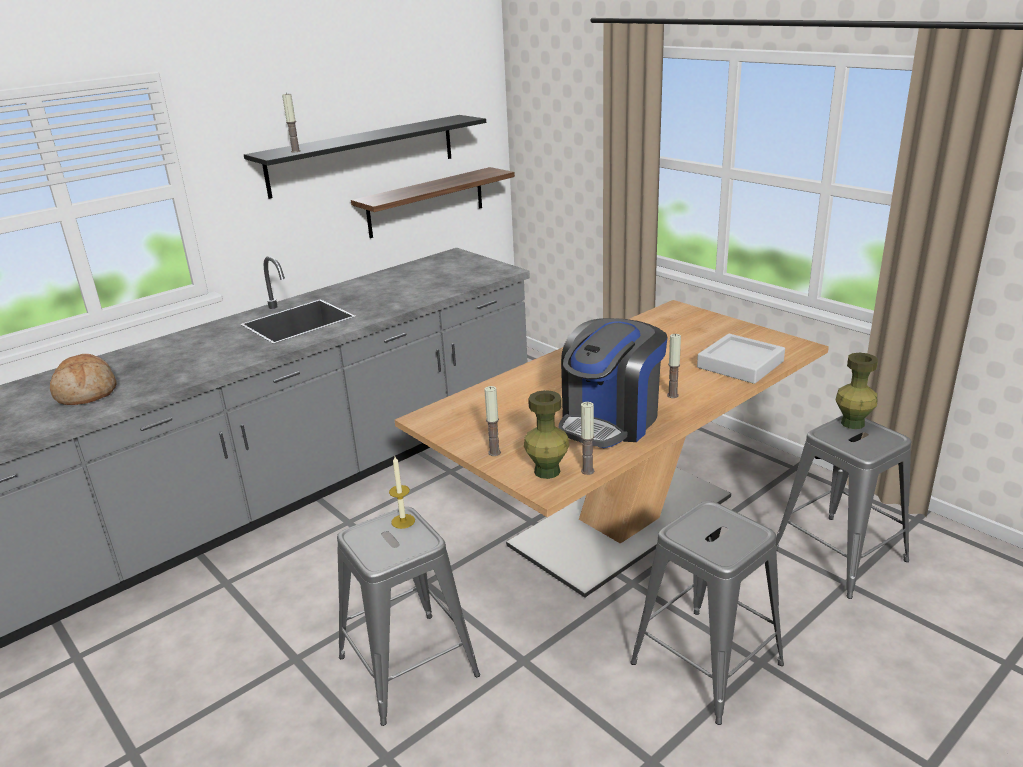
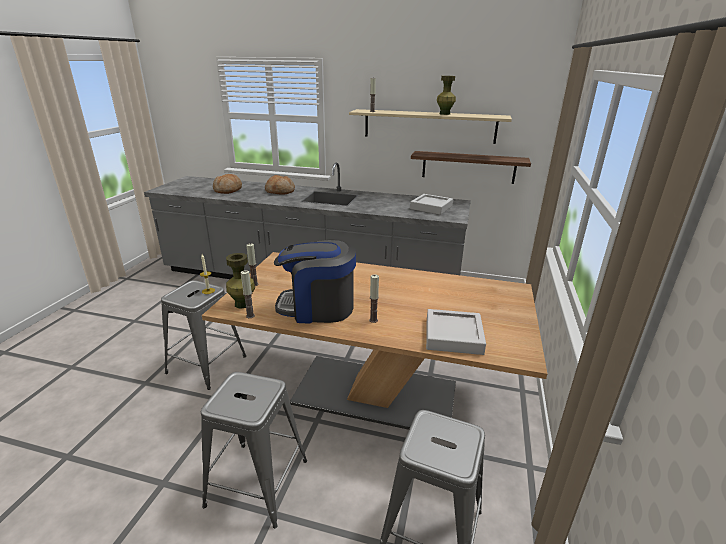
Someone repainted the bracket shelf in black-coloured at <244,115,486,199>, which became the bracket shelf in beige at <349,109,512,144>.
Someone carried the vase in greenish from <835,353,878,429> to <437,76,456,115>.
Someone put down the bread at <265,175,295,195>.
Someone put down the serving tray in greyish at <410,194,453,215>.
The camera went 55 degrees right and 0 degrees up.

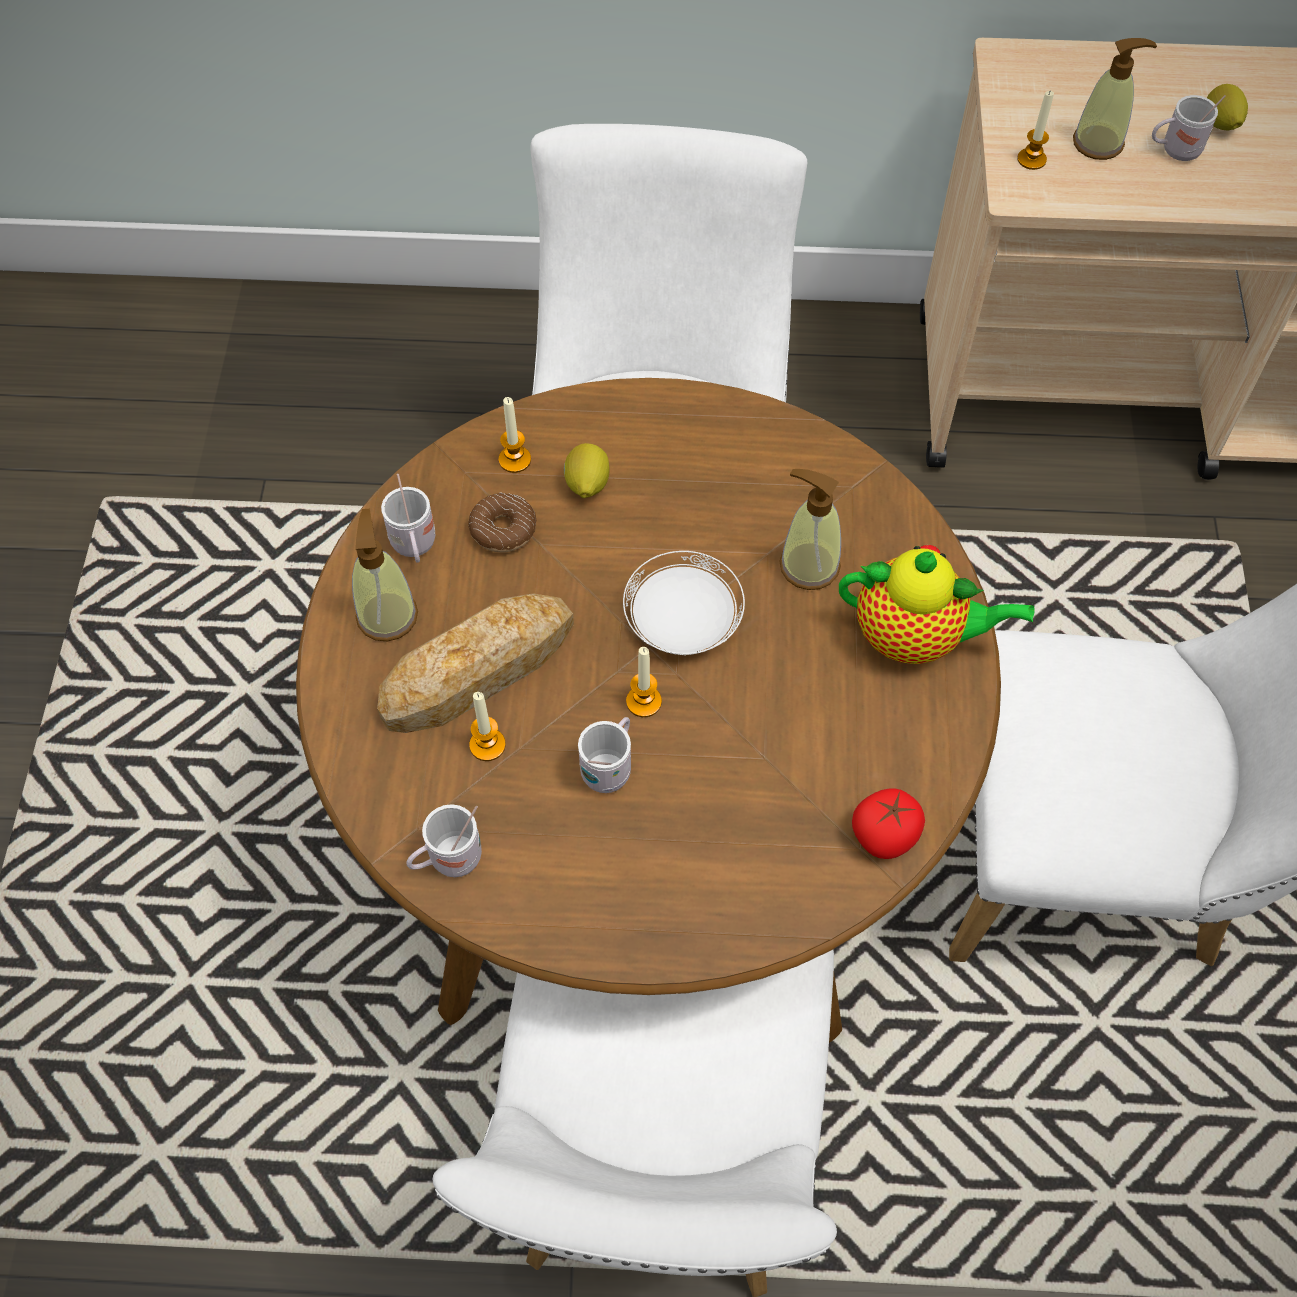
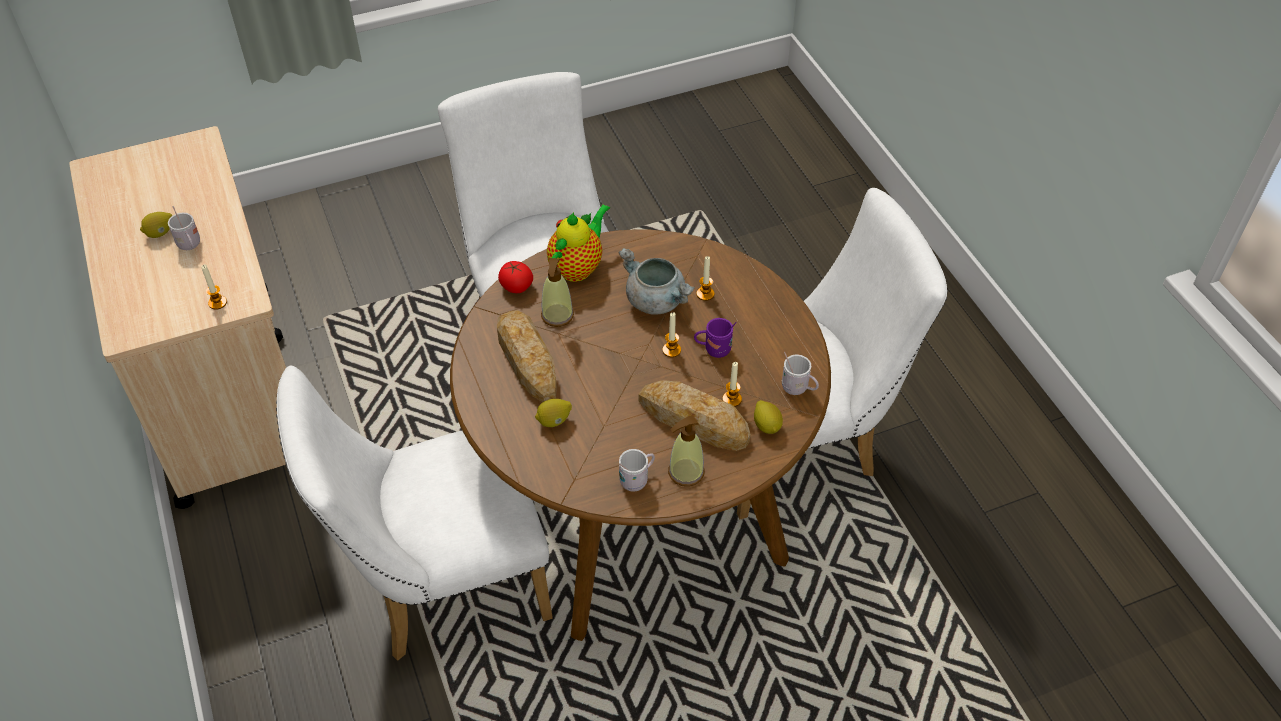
Someone took away the soap dispenser at <1073,38,1157,160>.
Someone carried the wax candle from <499,397,531,473> to <696,256,714,301>.
Someone took away the ring doughnut at <468,493,536,552>.
Someone rotated the pot for tea at <839,545,1035,664> by 45 degrees clockwise.
Someone took away the plate in whitish at <623,551,745,655>.
Someone repainted the mug in whitish at <578,717,631,793>, which became the mug in purple-coloured at <694,318,737,358>.
Someone carried the fresh tomato from <852,788,925,859> to <498,261,533,293>.
Someone put down the cooking pot in greyish at <619,248,695,315>.
Someone put down the bread at <497,310,557,402>.
Someone put down the lemon at <754,400,783,434>.
The camera went 115 degrees left and 10 degrees down.

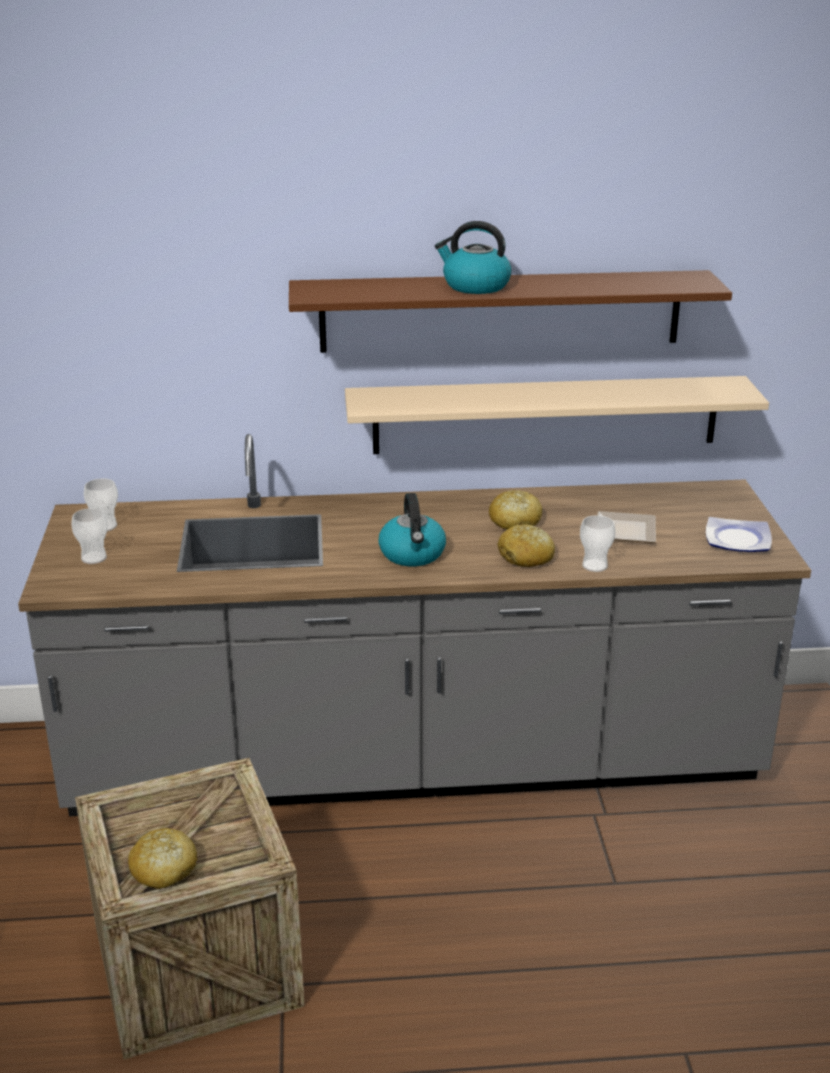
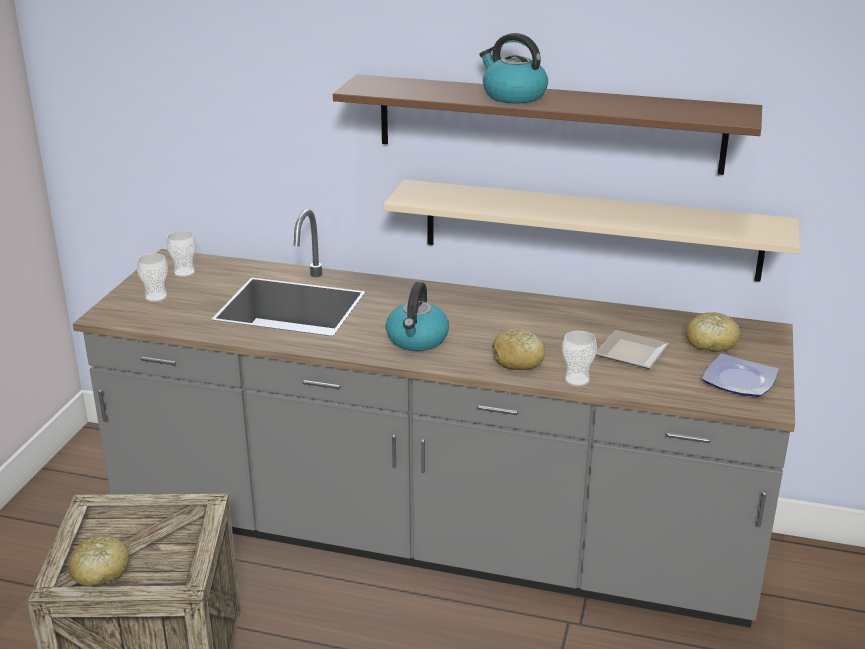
Someone carried the bread from <489,490,542,529> to <685,312,740,352>.
The camera went 20 degrees right and 0 degrees up.

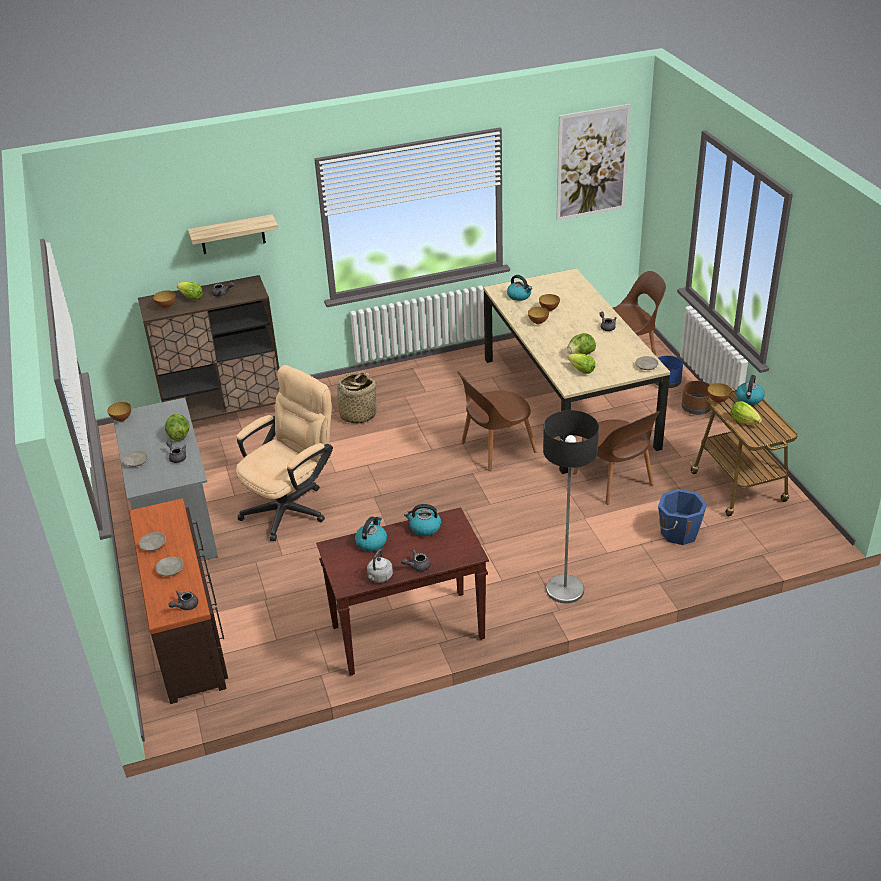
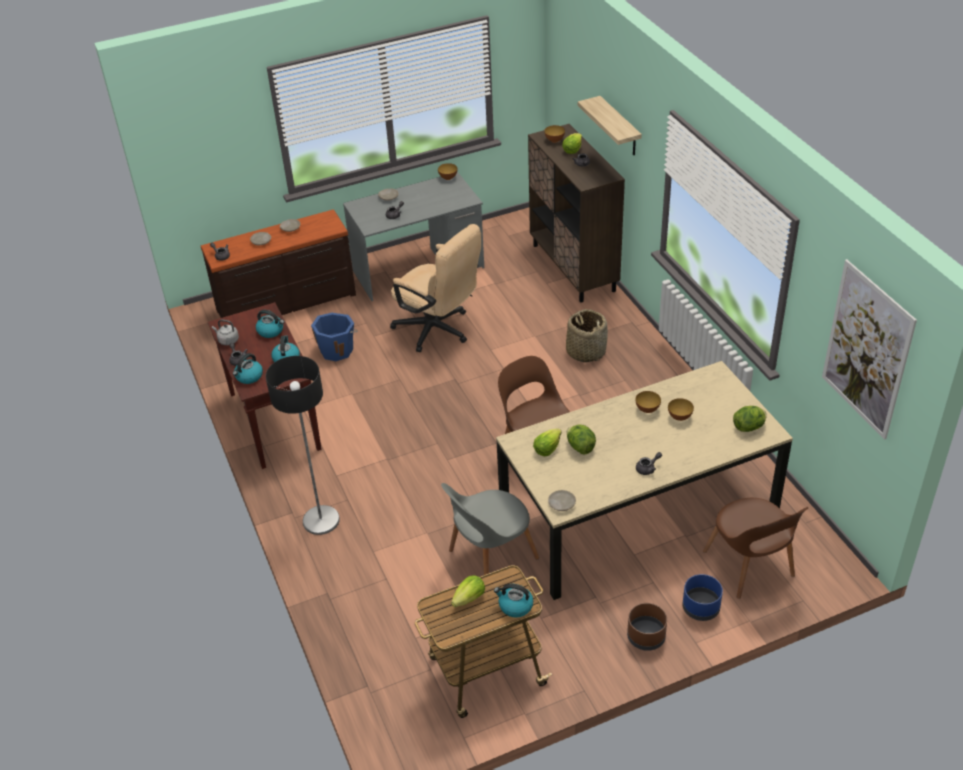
Someone carried the kettle from <507,275,532,301> to <233,353,263,384>.
Someone took away the serving bowl at <707,383,731,403>.
Someone repainted the chair in brown at <573,411,660,505>, which became the chair in greyish at <441,483,539,575>.
Someone carried the head of lettuce from <165,414,189,441> to <733,406,767,432>.
Someone carried the pail in bluish from <658,489,707,545> to <311,313,358,361>.
The camera went 85 degrees right and 5 degrees up.

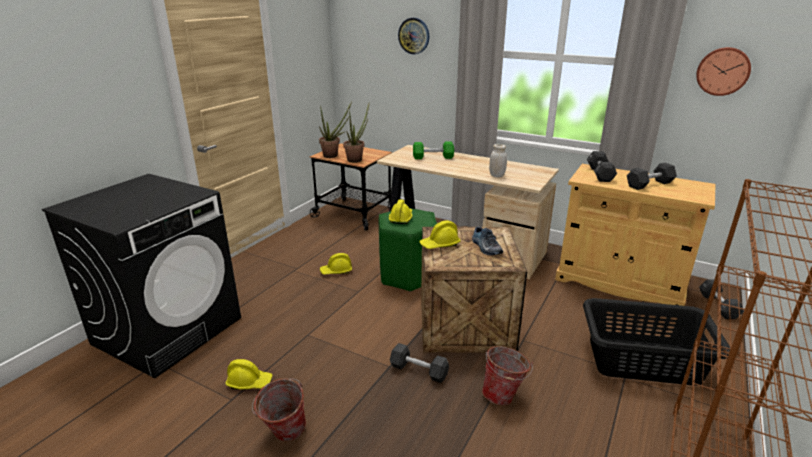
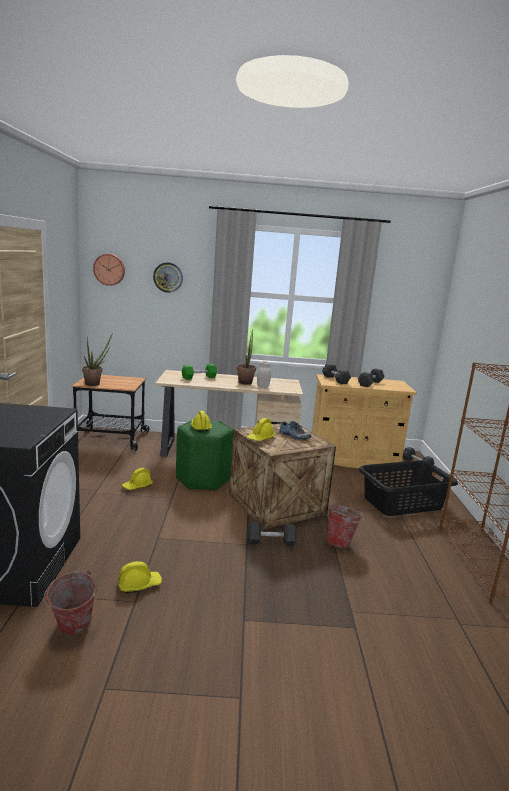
Someone carried the clock on the wall from <696,47,751,96> to <93,254,125,286>.
Someone carried the potted plant from <343,104,369,163> to <237,330,256,385>.
Someone carried the pail from <252,378,306,442> to <43,570,97,635>.
The camera went 30 degrees left and 10 degrees down.

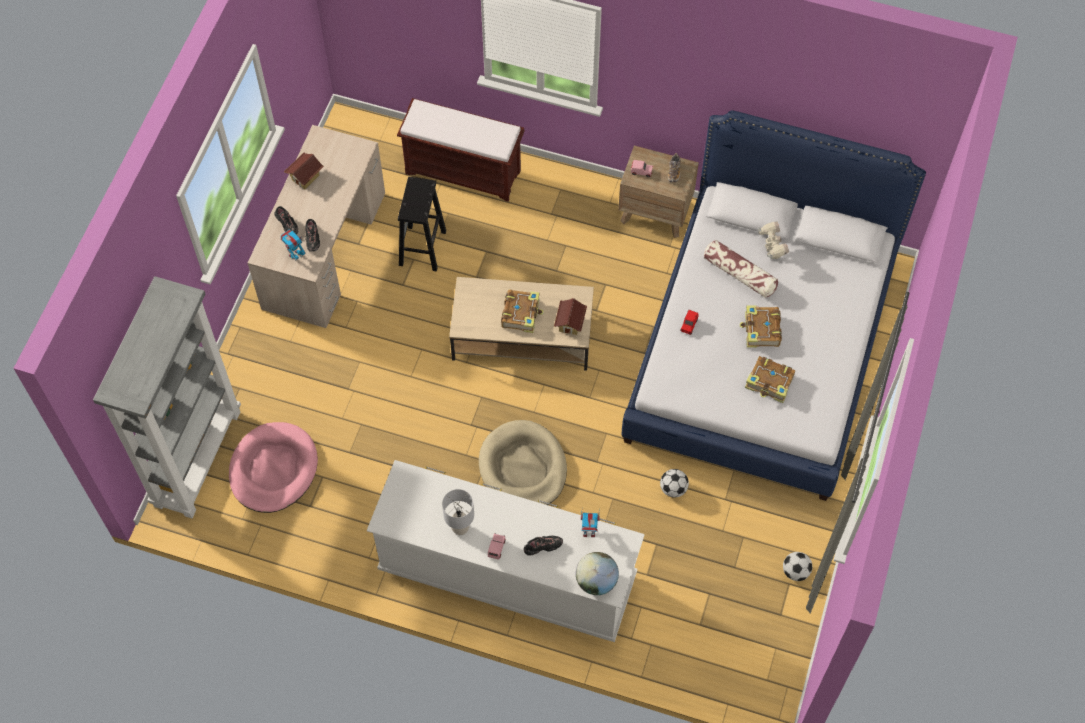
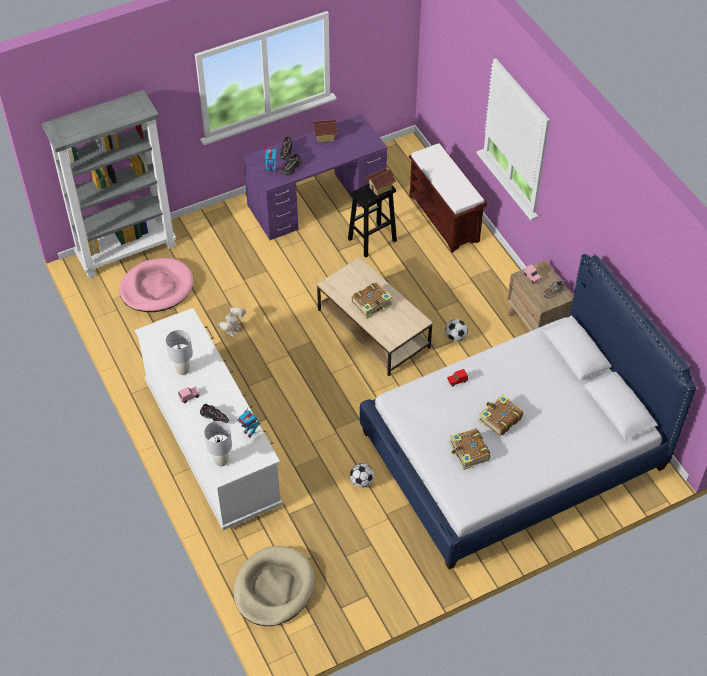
Someone repainted the desk in beige at <248,125,385,328>, which became the desk in purple-coloured at <243,114,387,240>.
Someone carried the toy robot from <758,222,789,259> to <217,306,246,337>.
Someone took away the pillow at <704,240,778,298>.
Someone carried the toy house from <554,298,587,335> to <365,168,396,196>.
Someone carried the dog bed in beige from <479,420,567,505> to <234,546,314,626>.
Someone swapped the globe at <576,552,619,595> for the lamp for a table in greyish at <204,421,232,466>.
Someone carried the ball for football from <783,552,812,581> to <445,319,468,341>.
The camera went 45 degrees right and 10 degrees down.

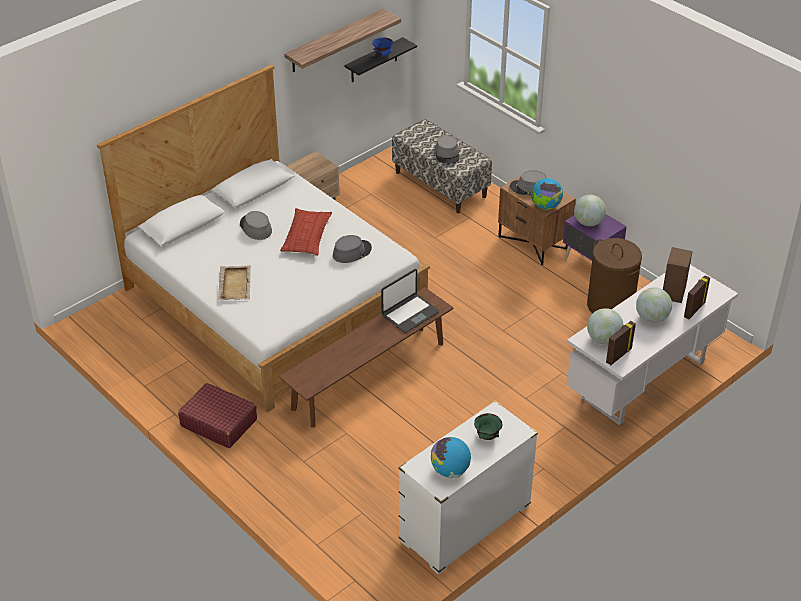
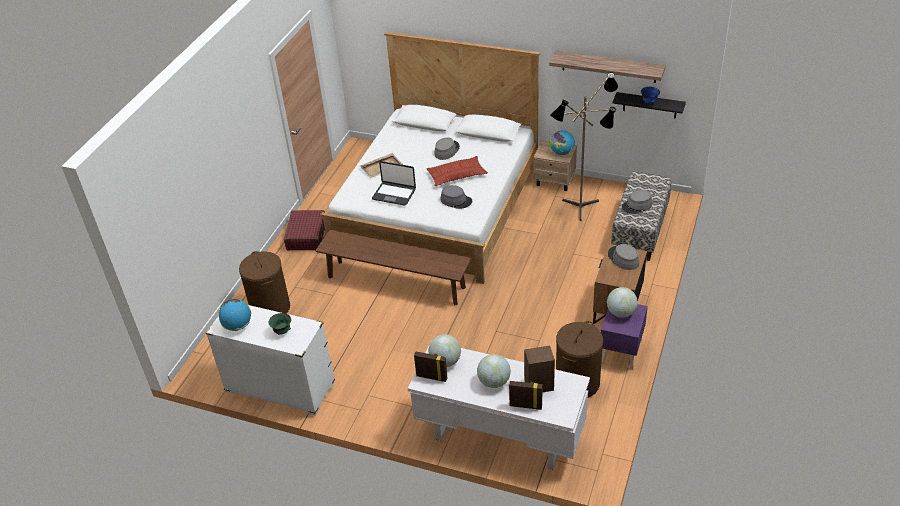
Someone carried the globe from <531,178,563,210> to <550,130,575,155>.
Someone carried the laptop from <381,269,439,333> to <372,161,416,206>.
Someone put down the standing lamp at <550,72,618,221>.
Someone put down the hamper in brown at <239,251,290,314>.
The camera went 65 degrees right and 0 degrees up.

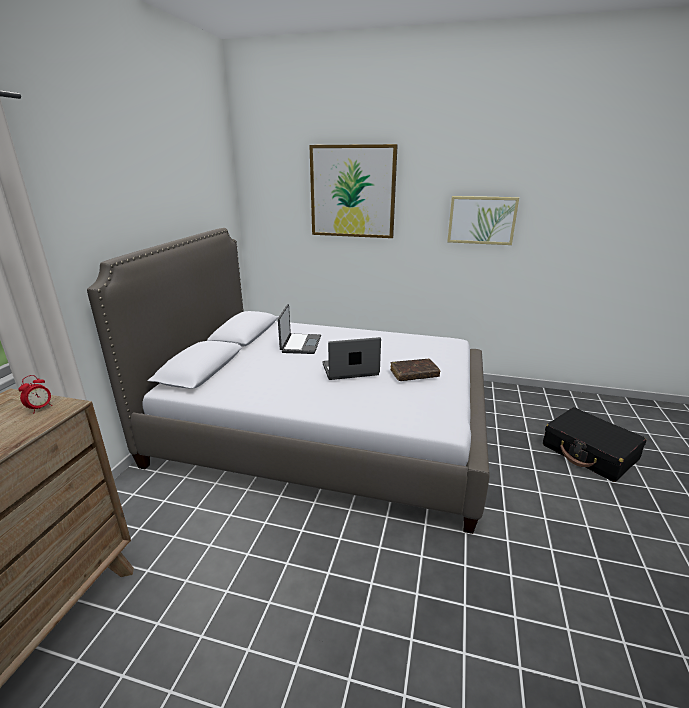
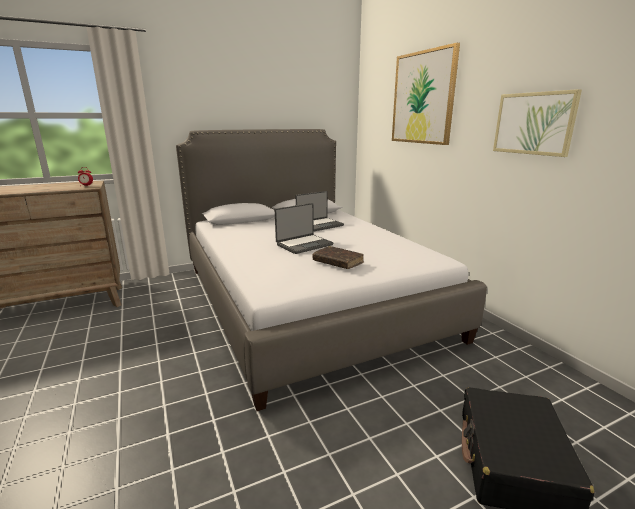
Someone rotated the laptop at <323,337,381,380> by 105 degrees clockwise.
The camera went 50 degrees right and 5 degrees down.

